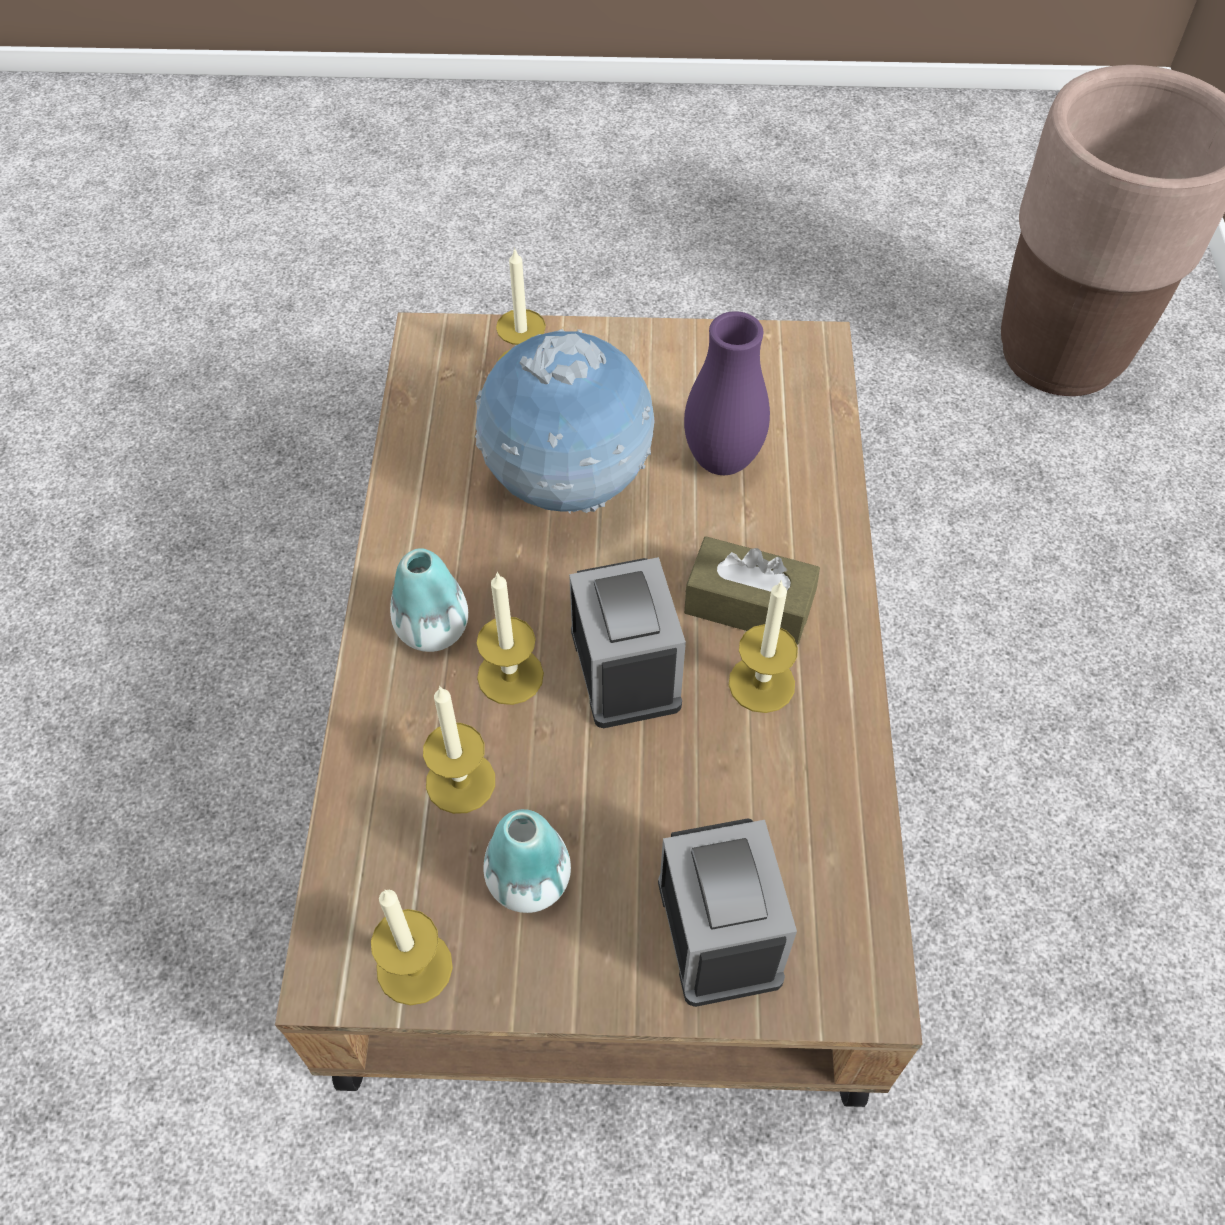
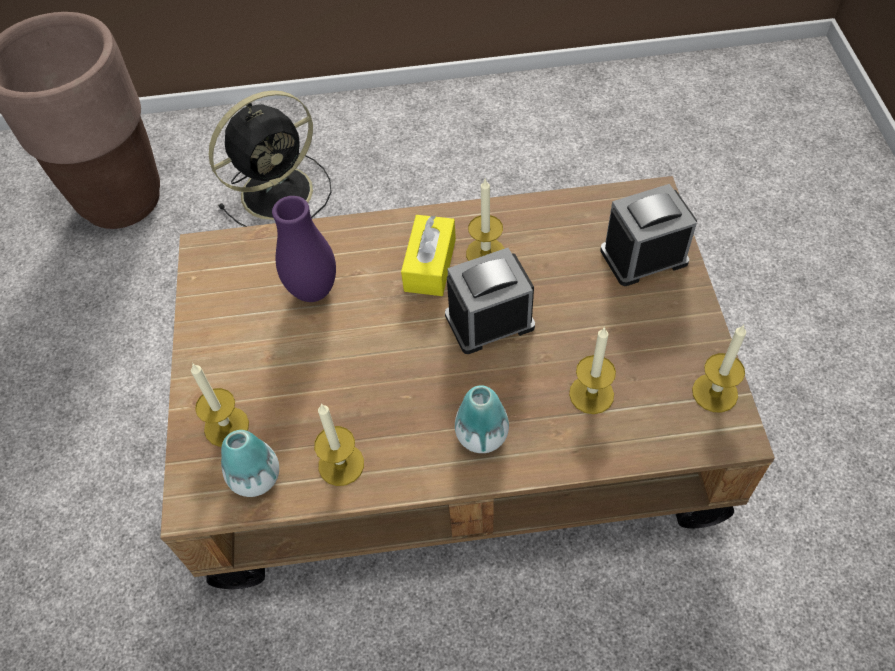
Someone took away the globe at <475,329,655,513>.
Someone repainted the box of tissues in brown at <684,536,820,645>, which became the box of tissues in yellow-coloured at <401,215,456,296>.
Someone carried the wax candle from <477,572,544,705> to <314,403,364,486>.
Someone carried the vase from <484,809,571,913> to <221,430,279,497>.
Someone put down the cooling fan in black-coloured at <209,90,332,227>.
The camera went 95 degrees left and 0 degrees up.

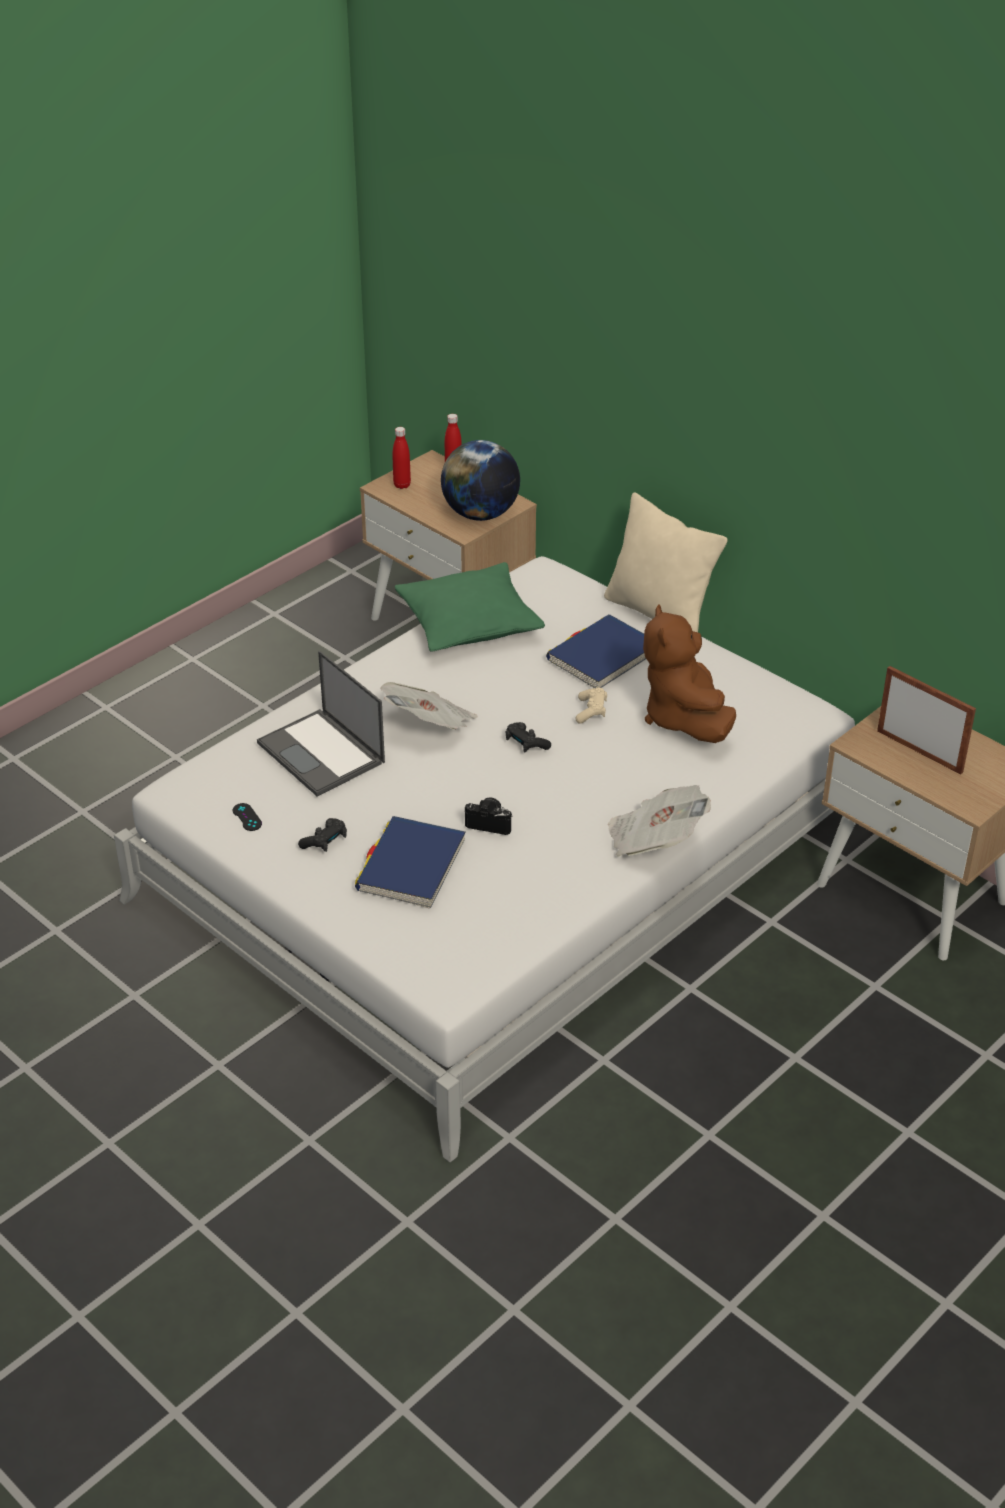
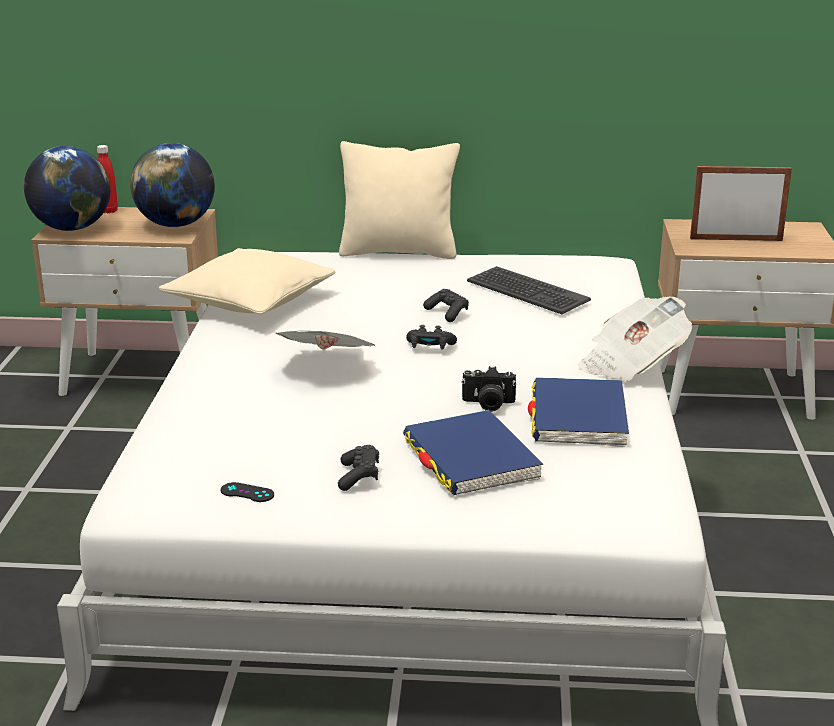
Someone swapped the drink bottle in red-coloured at <392,427,411,489> for the globe at <24,146,111,231>.
Someone repainted the pillow in greenish at <394,562,545,652>, which became the pillow in beige at <158,248,335,314>.
Someone swapped the cuddly toy in brown at <643,605,736,743> for the keyboard at <467,266,591,314>.
Someone carried the book in bluish from <546,614,646,688> to <528,377,629,447>.
Someone took away the laptop at <257,650,385,797>.
Someone repainted the gamepad in beige at <576,688,607,724>, which became the gamepad in black-coloured at <423,289,469,322>.
Someone rotated the photo camera at <465,797,513,835> by 150 degrees counterclockwise.
The camera went 40 degrees left and 15 degrees down.

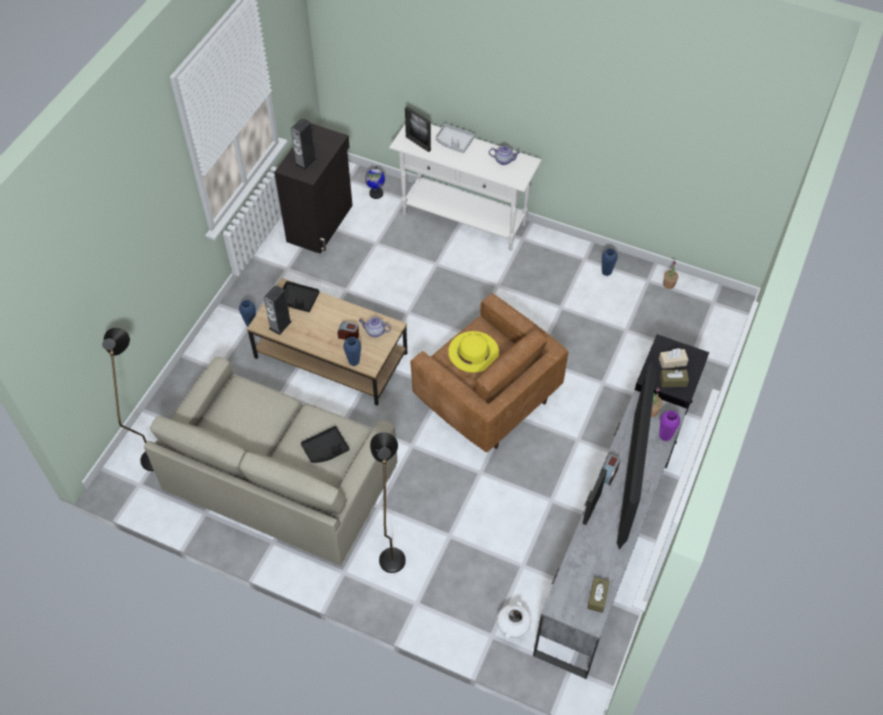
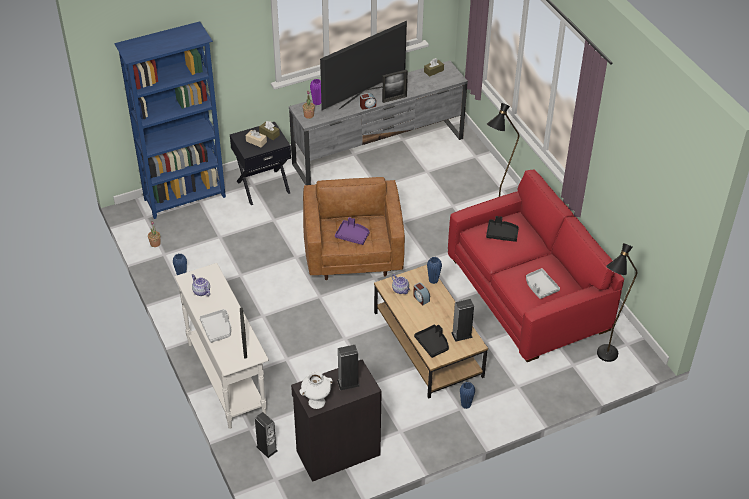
Someone swapped the globe at <365,166,385,199> for the speaker at <255,412,278,458>.
Someone swapped the wearable hat in yellow-coloured at <448,331,499,373> for the serving tray in purple-coloured at <335,217,370,245>.
Someone repainted the sofa in beige at <144,357,398,566>, which became the sofa in red-coloured at <448,170,624,362>.
Someone carried the vase in whitish from <497,601,531,640> to <299,371,333,409>.
Someone put down the bookcase in bluish at <114,21,226,219>.
Someone put down the serving tray in greyish at <526,268,560,299>.
The camera went 140 degrees left and 10 degrees down.

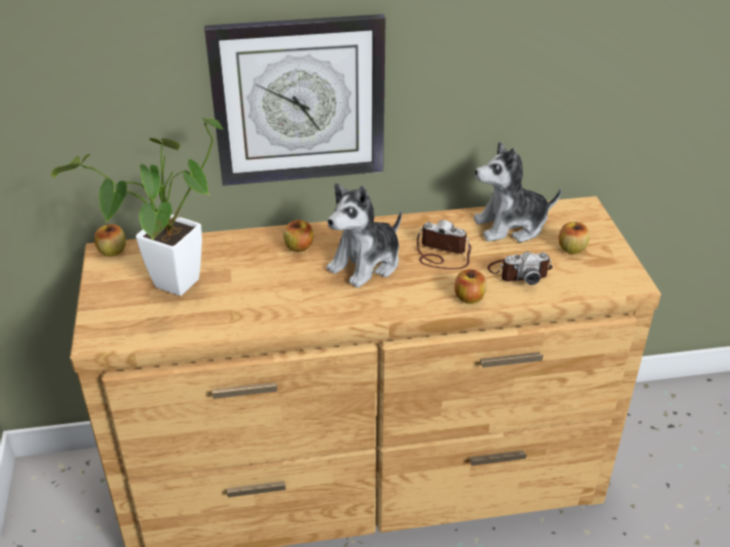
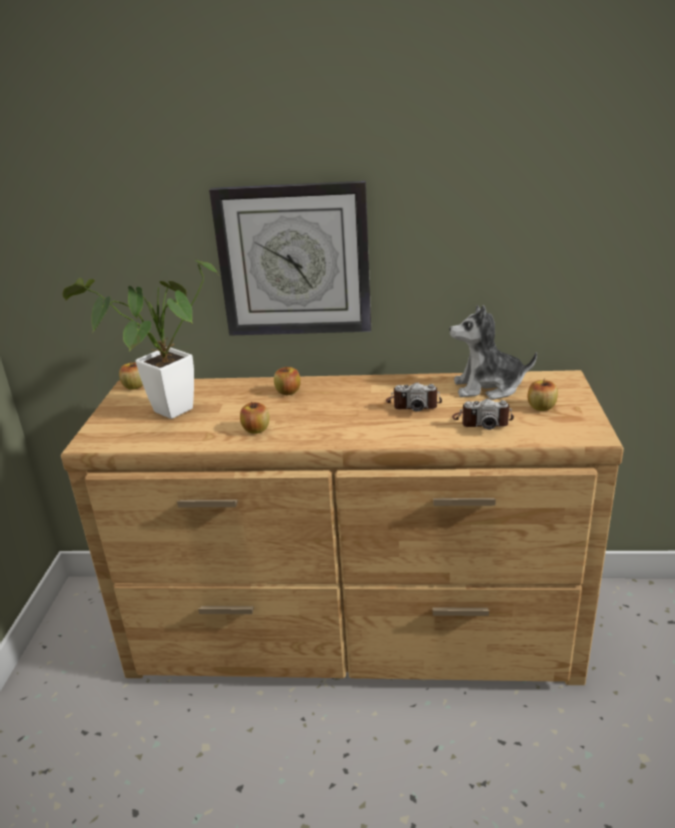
Someone took away the cuddly toy at <326,183,402,288>.
Someone rotated the photo camera at <417,220,471,269> by 150 degrees clockwise.
Someone carried the apple fruit from <455,269,487,304> to <240,402,270,434>.
The camera went 15 degrees right and 10 degrees down.

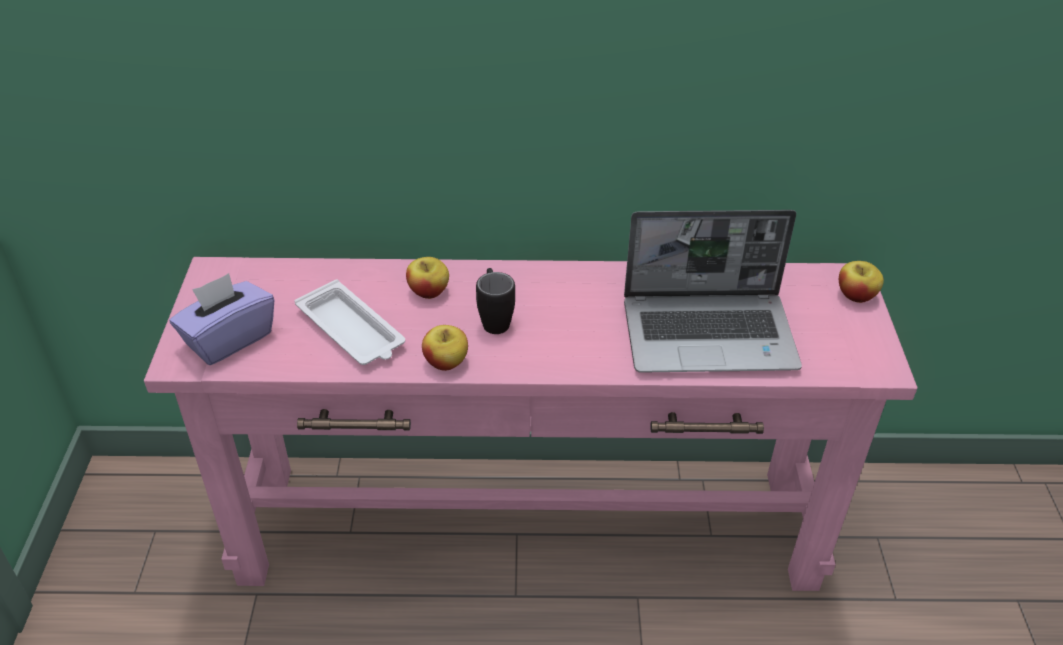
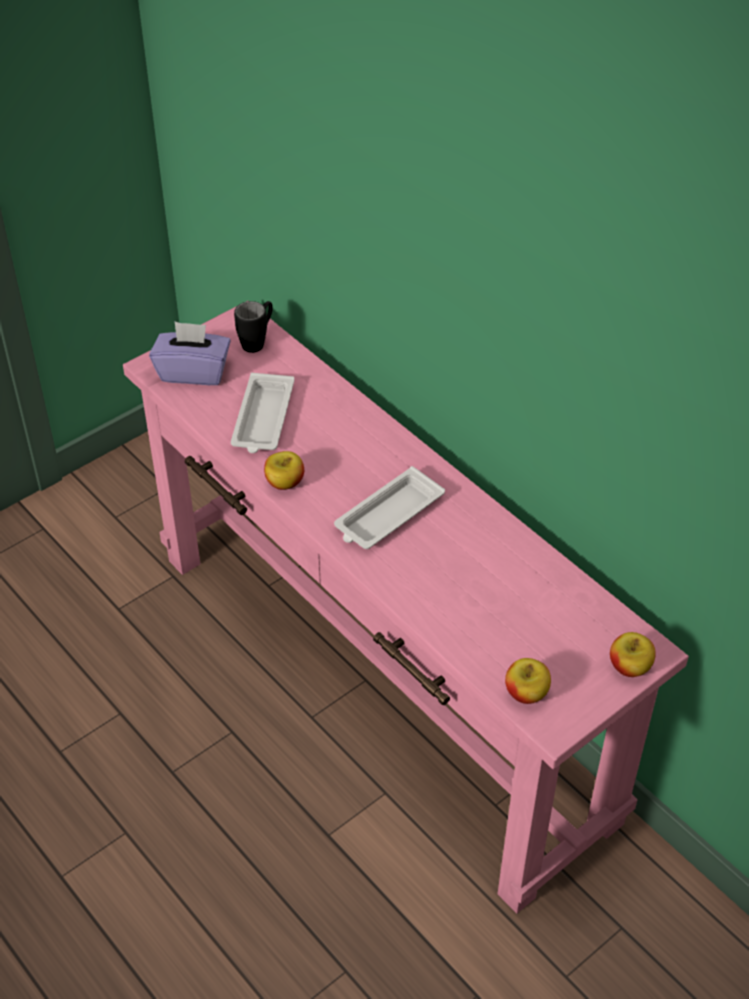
Someone took away the laptop at <624,210,802,373>.
Someone carried the apple fruit from <406,257,449,299> to <505,658,551,704>.
Someone carried the mug in black-coloured from <476,268,515,334> to <234,301,273,353>.
Someone put down the serving tray in whitish at <334,466,445,549>.
The camera went 50 degrees right and 5 degrees up.

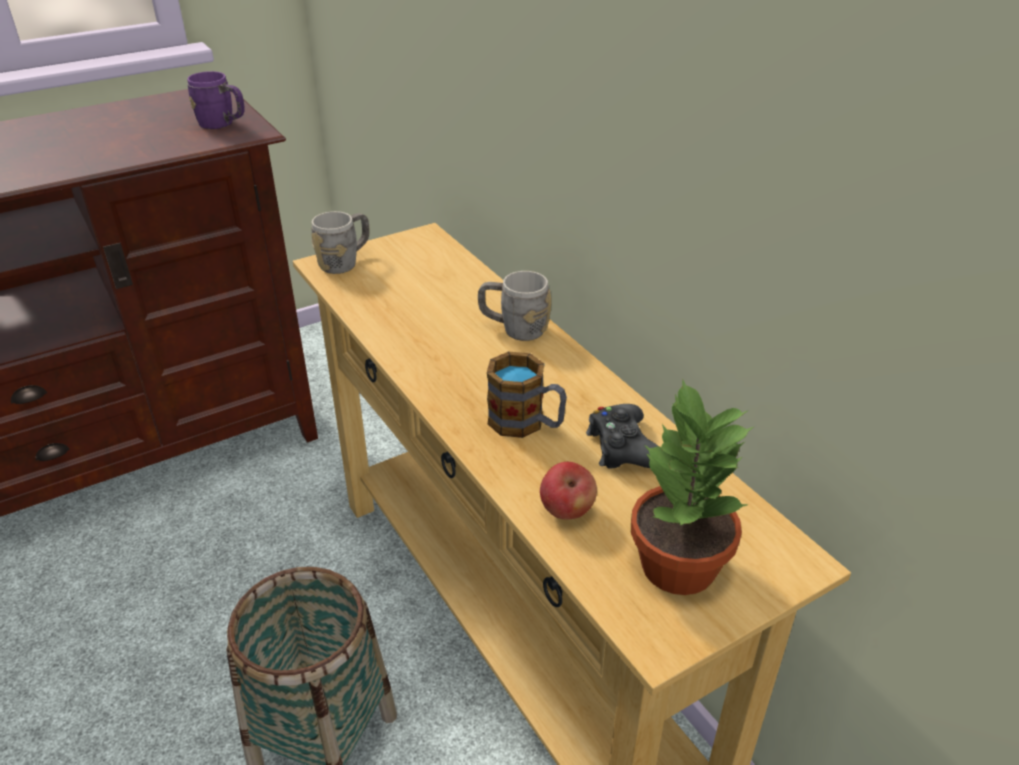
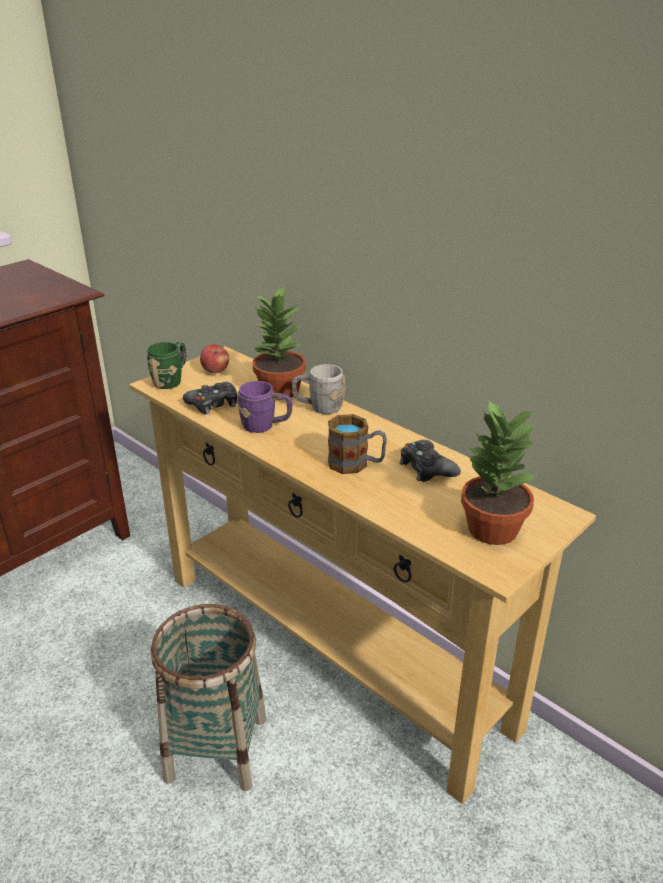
Someone carried the mug in purple-coloured from <187,71,245,129> to <237,381,292,433>.
Someone repainted the mug in greyish at <311,211,370,274>, which became the mug in greenish at <147,342,186,389>.
Someone carried the apple fruit from <540,462,597,520> to <200,344,229,373>.
Someone put down the potted plant at <251,285,306,400>.
Someone put down the gamepad in black-coloured at <183,382,237,415>.
The camera went 15 degrees left and 5 degrees down.

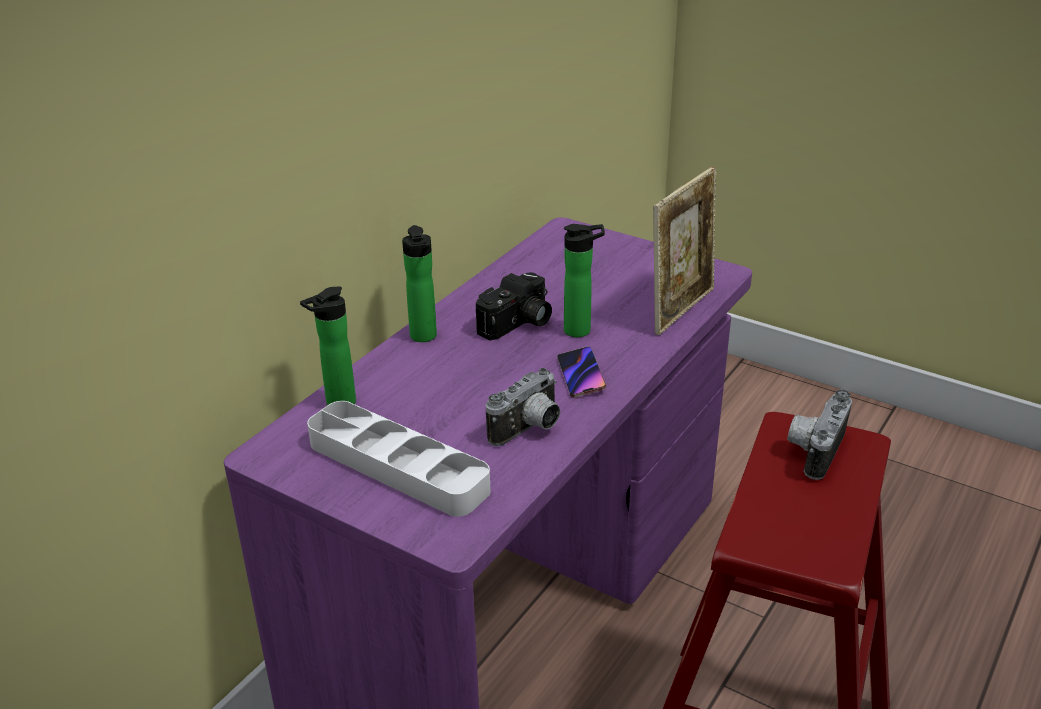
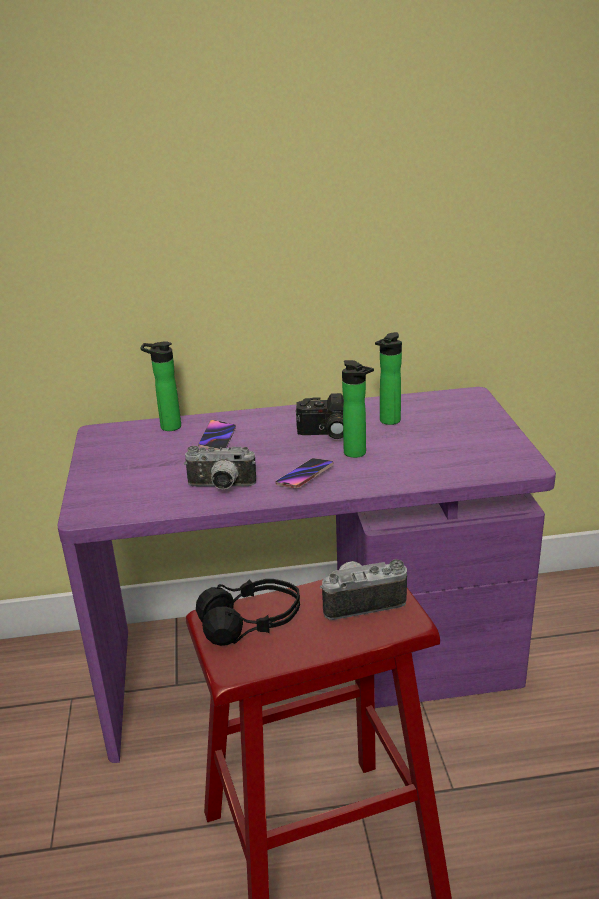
Someone took away the standing frame at <653,167,717,335>.
Someone carried the drink bottle from <402,225,437,342> to <375,332,402,425>.
Someone took away the serving tray in greyish at <307,401,491,517>.
Someone put down the telephone at <198,420,236,450>.
Someone put down the pair of headphones in black-coloured at <196,579,300,646>.
The camera went 50 degrees right and 5 degrees down.

